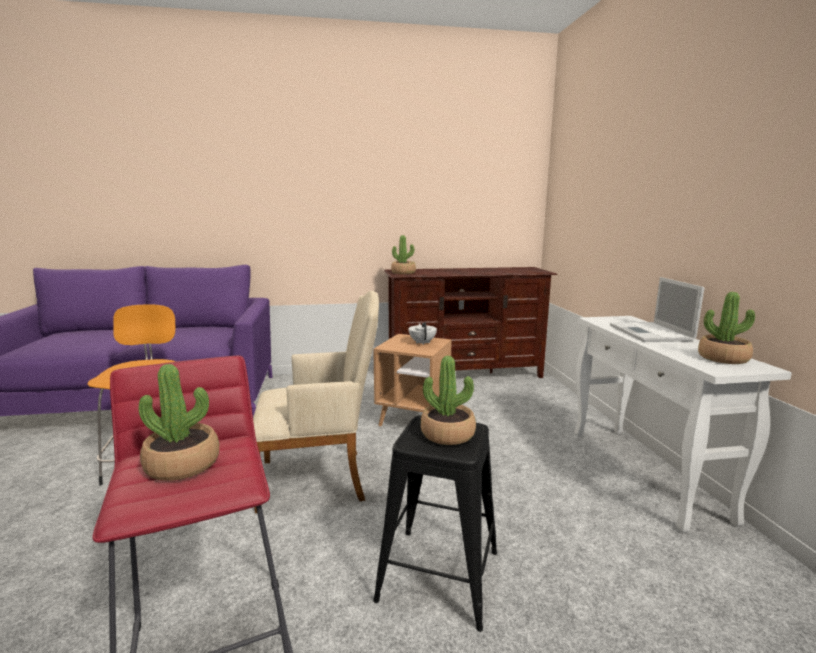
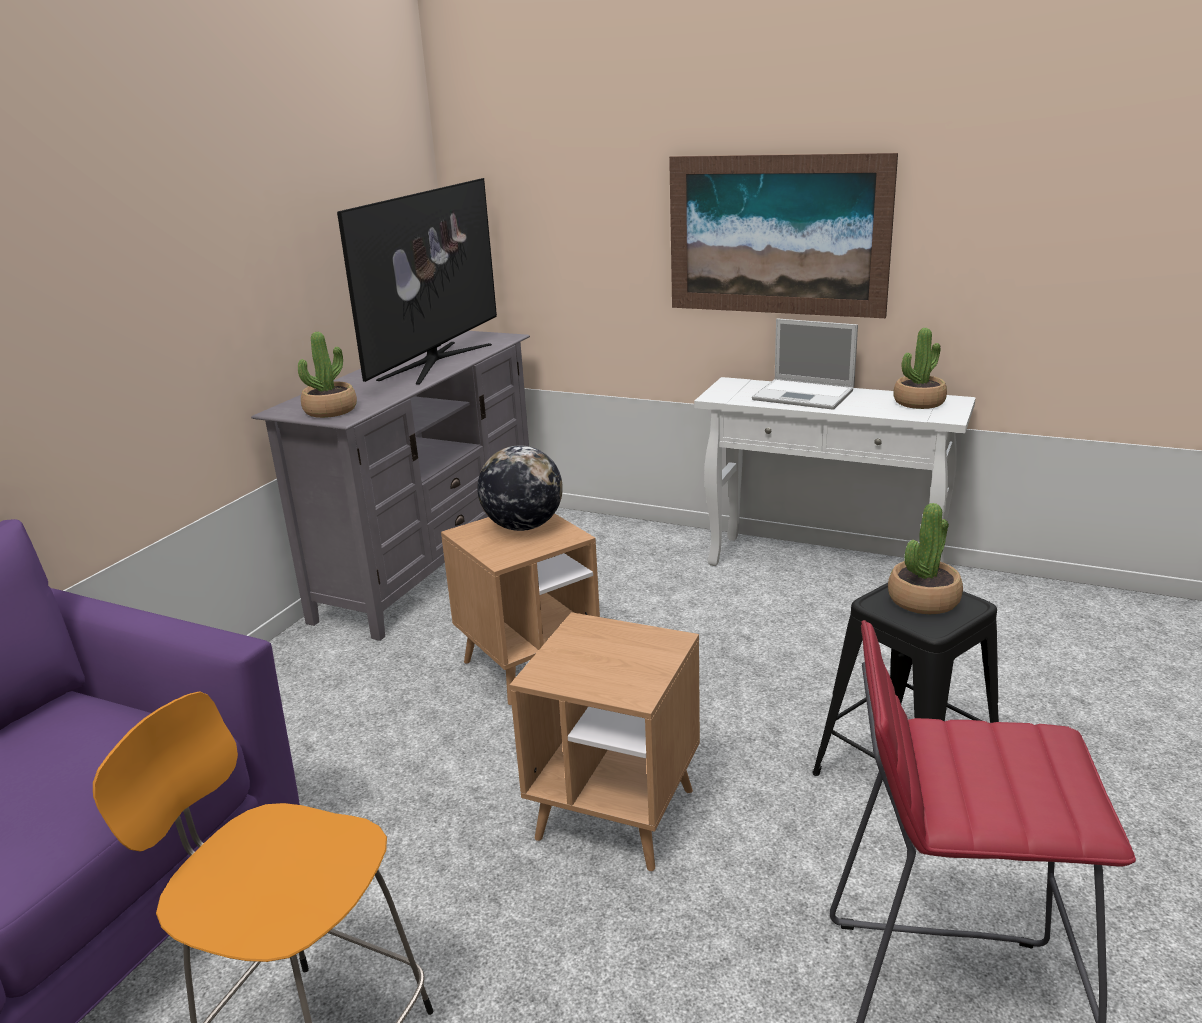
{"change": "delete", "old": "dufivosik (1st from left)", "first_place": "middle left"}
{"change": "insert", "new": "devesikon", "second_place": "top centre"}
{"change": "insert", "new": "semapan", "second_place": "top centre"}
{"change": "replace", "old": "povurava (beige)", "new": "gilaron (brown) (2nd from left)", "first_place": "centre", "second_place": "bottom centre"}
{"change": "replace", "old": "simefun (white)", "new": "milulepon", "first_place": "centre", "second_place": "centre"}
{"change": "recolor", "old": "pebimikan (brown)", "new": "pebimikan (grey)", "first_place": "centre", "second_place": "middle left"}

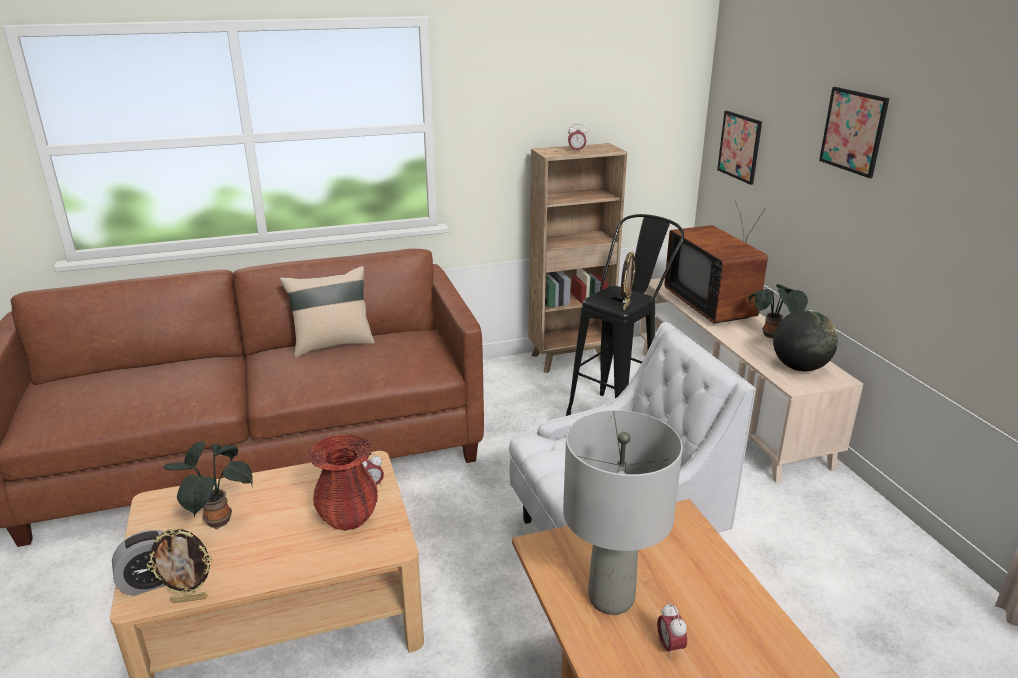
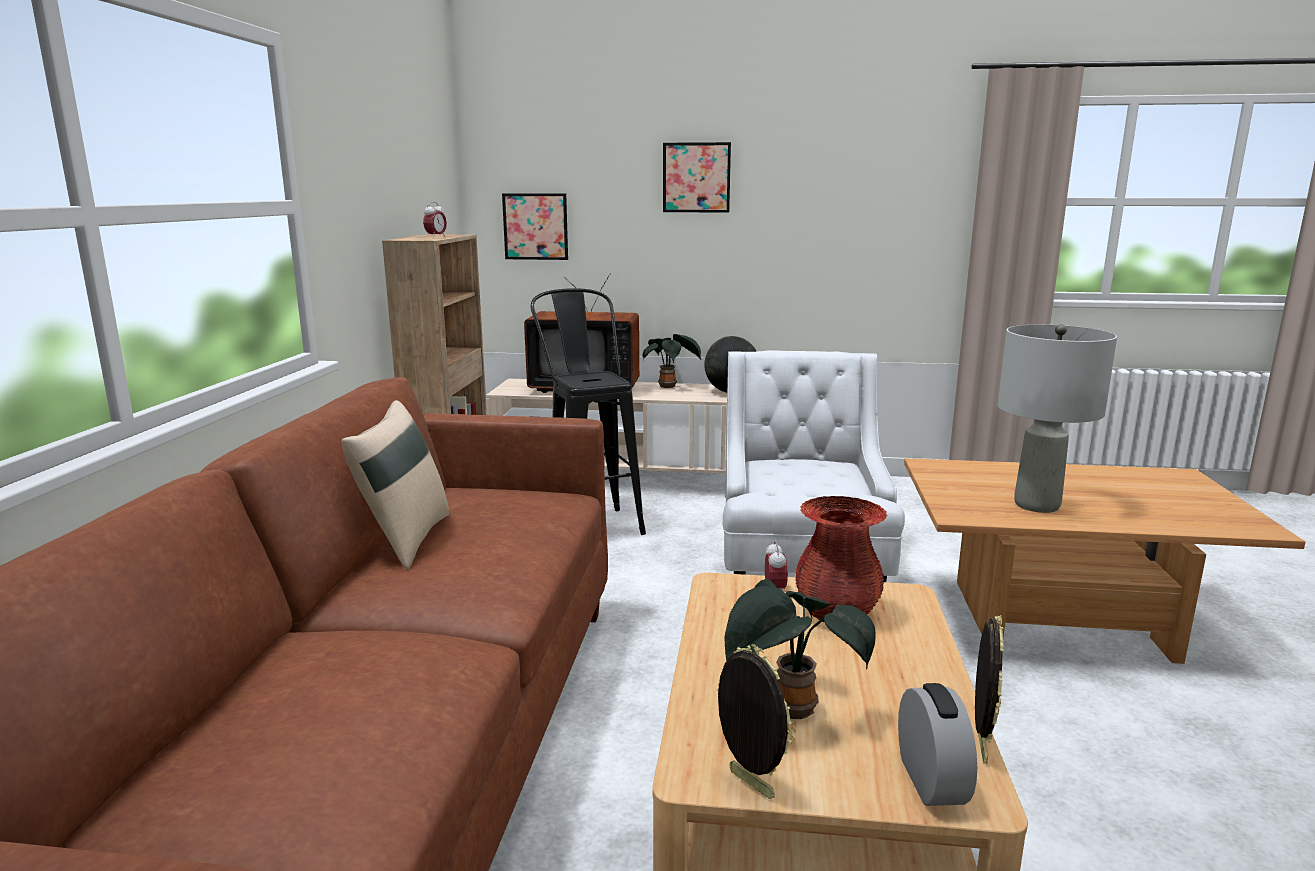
{"change": "delete", "old": "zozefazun (4th from left)", "first_place": "bottom centre"}
{"change": "move", "old": "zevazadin (2nd from left in the first image)", "new": "zevazadin (1st from left)", "first_place": "centre", "second_place": "bottom centre"}

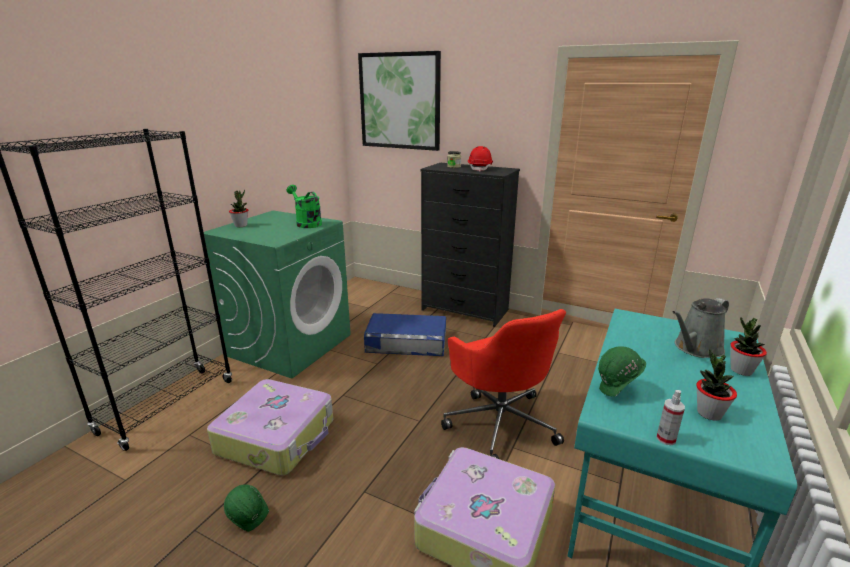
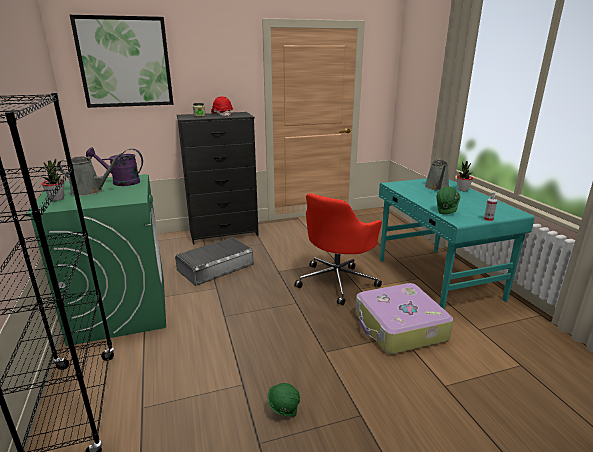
{"change": "delete", "old": "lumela (1st from left)", "first_place": "bottom left"}
{"change": "delete", "old": "dufivosik (2nd from left)", "first_place": "bottom right"}
{"change": "insert", "new": "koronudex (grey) (1st from left)", "second_place": "middle left"}
{"change": "recolor", "old": "koronudex (green)", "new": "koronudex (purple)", "first_place": "centre", "second_place": "middle left"}
{"change": "recolor", "old": "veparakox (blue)", "new": "veparakox (grey)", "first_place": "centre", "second_place": "centre"}
{"change": "rotate", "old": "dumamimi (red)", "first_place": "bottom centre", "second_place": "centre", "degrees": 105}

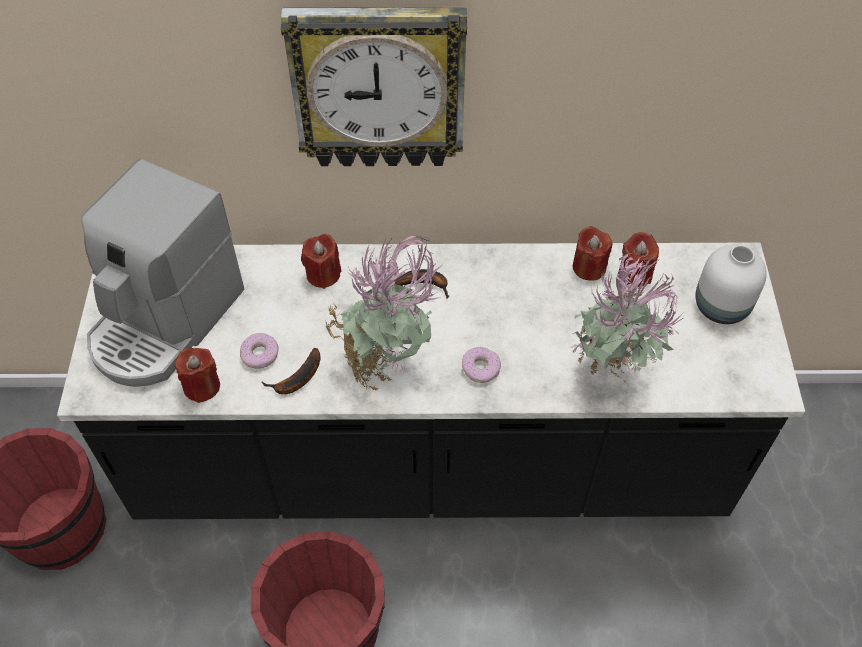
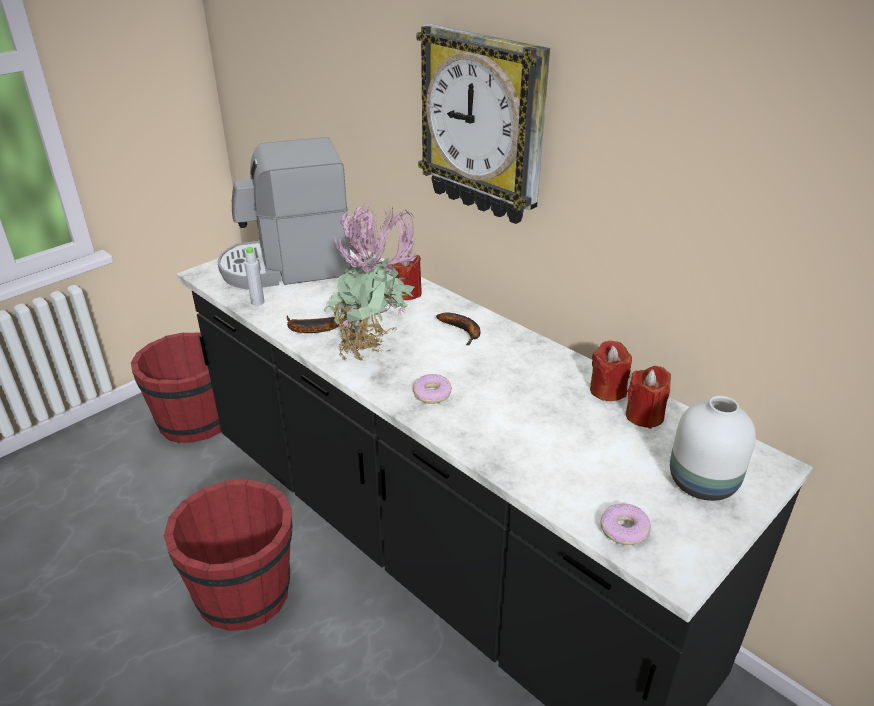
{"change": "delete", "old": "dufivosik (2nd from left)", "first_place": "middle right"}
{"change": "move", "old": "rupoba (1st from left in the first image)", "new": "rupoba (2nd from left)", "first_place": "middle left", "second_place": "bottom right"}
{"change": "replace", "old": "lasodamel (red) (1st from left)", "new": "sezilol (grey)", "first_place": "middle left", "second_place": "middle left"}

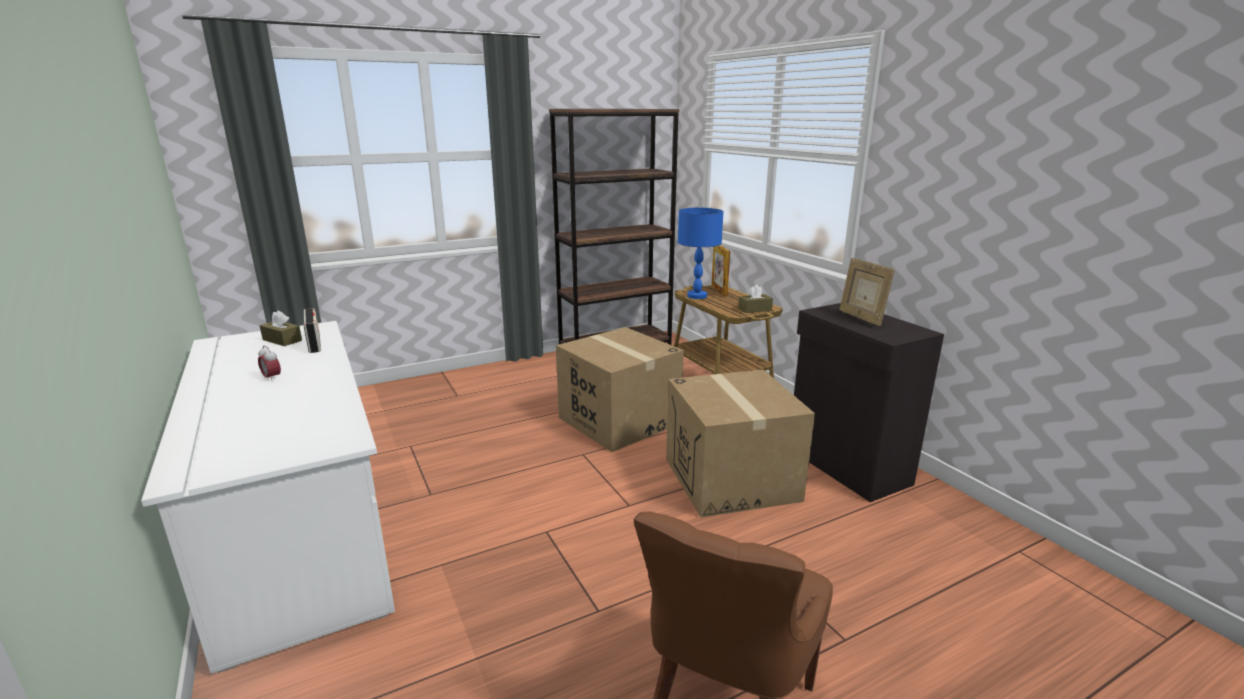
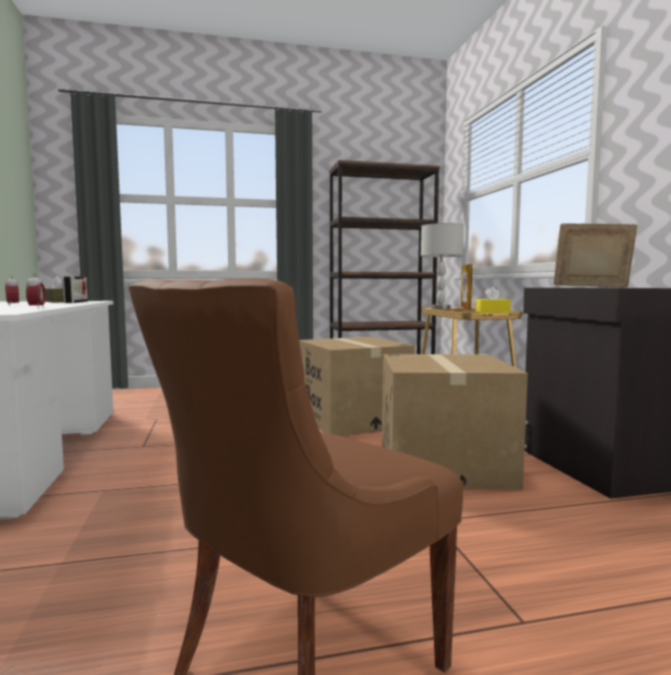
{"change": "insert", "new": "zozefazun (2nd from left)", "second_place": "middle left"}
{"change": "recolor", "old": "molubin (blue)", "new": "molubin (grey)", "first_place": "centre", "second_place": "centre"}
{"change": "recolor", "old": "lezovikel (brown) (2nd from left)", "new": "lezovikel (yellow)", "first_place": "centre", "second_place": "middle right"}
{"change": "rotate", "old": "zevazadin (2nd from left)", "first_place": "middle right", "second_place": "middle right", "degrees": 105}

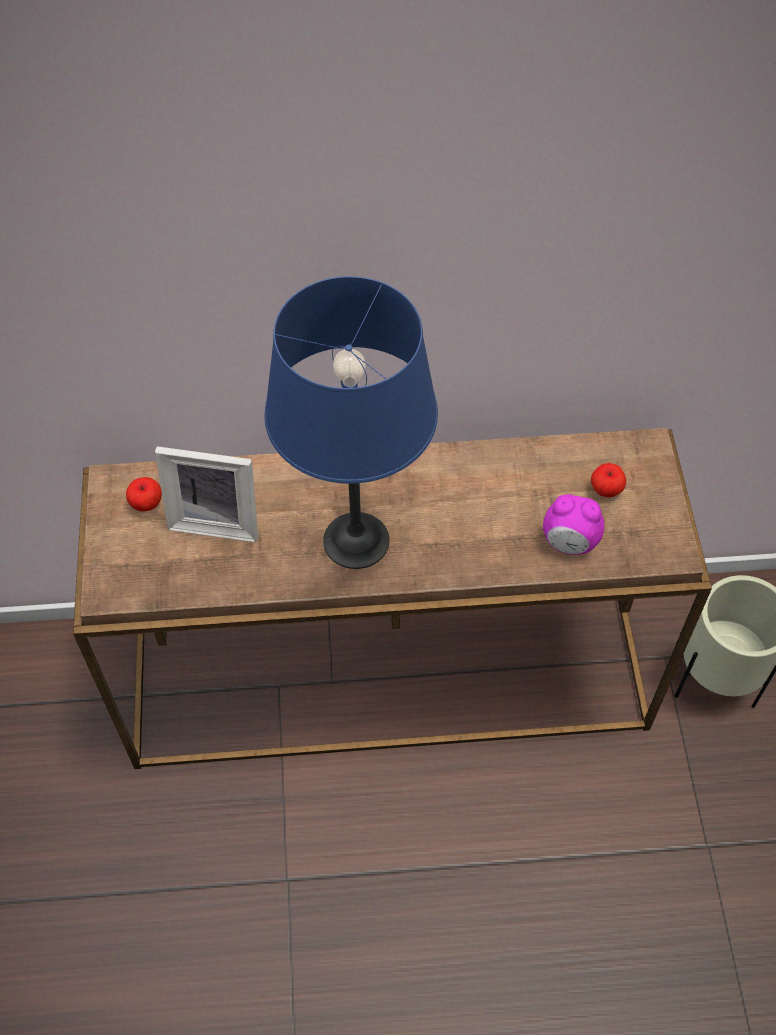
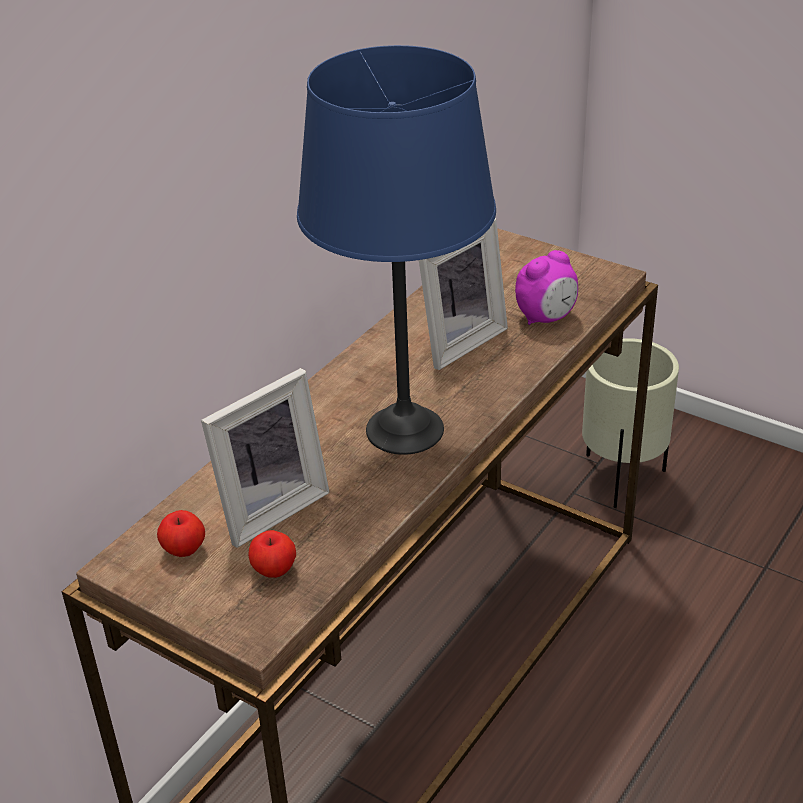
{"change": "insert", "new": "zevazadin (2nd from left)", "second_place": "centre"}
{"change": "move", "old": "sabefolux (2nd from left)", "first_place": "middle right", "second_place": "bottom centre"}

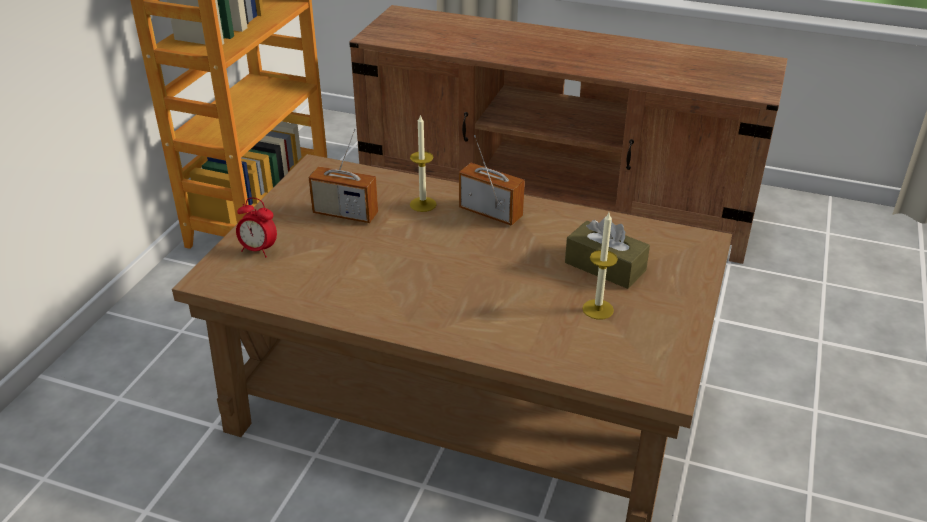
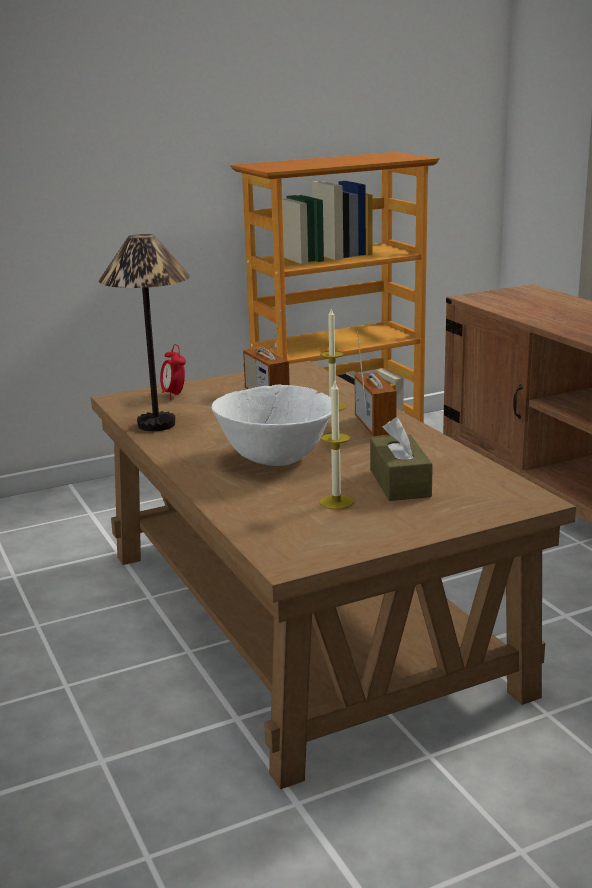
{"change": "insert", "new": "molubin", "second_place": "middle left"}
{"change": "insert", "new": "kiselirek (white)", "second_place": "centre"}

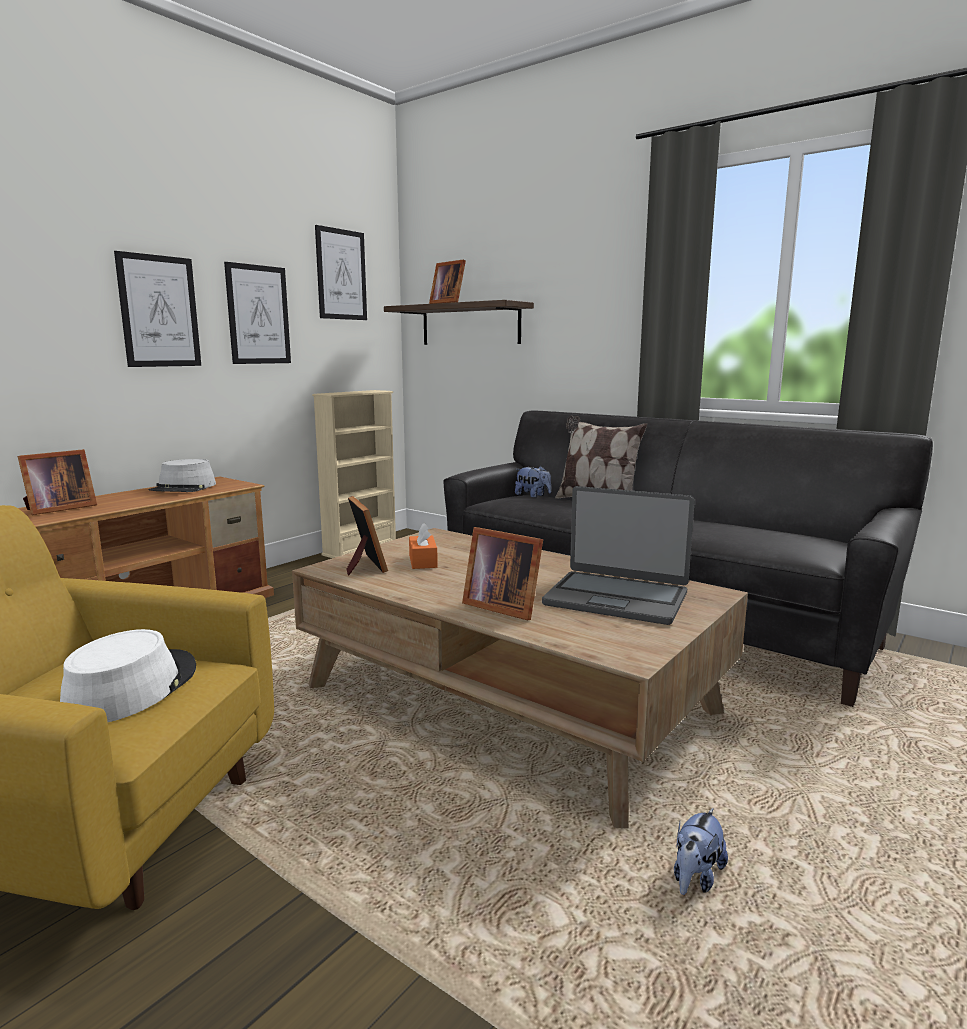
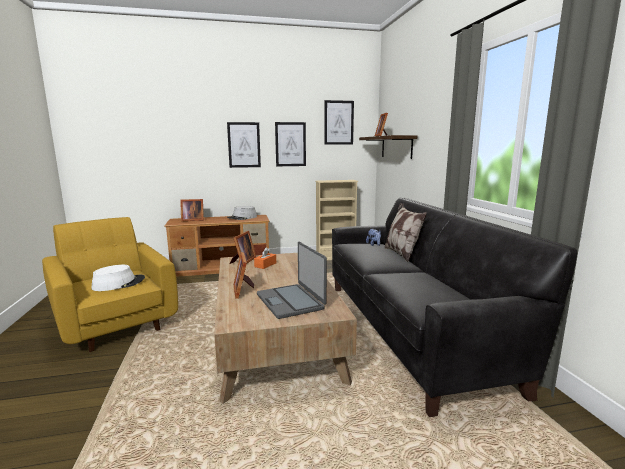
{"change": "delete", "old": "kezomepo (2nd from left)", "first_place": "bottom right"}

